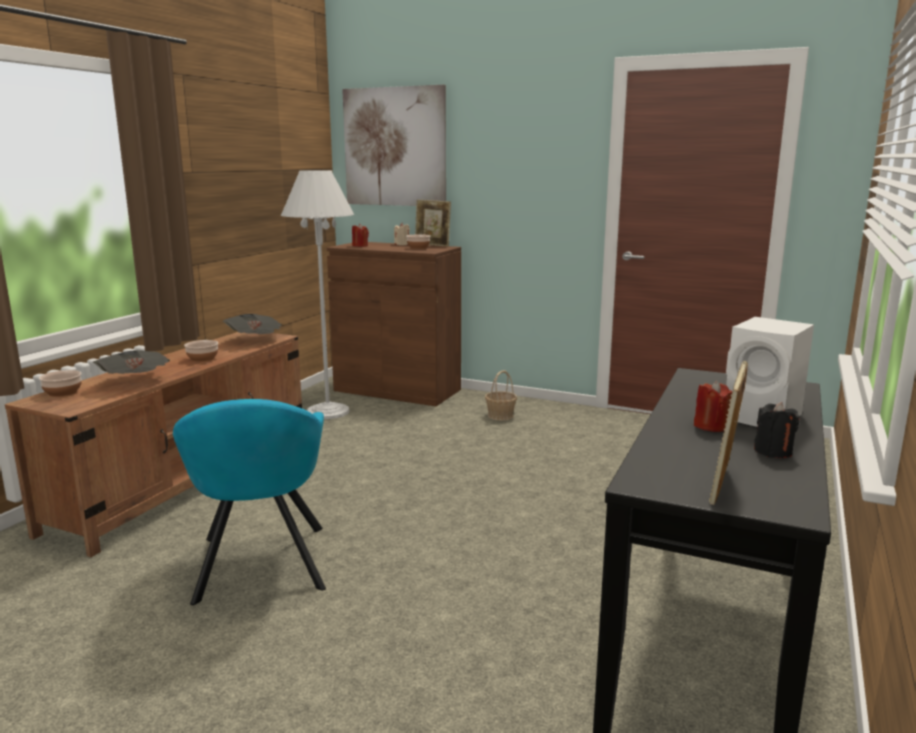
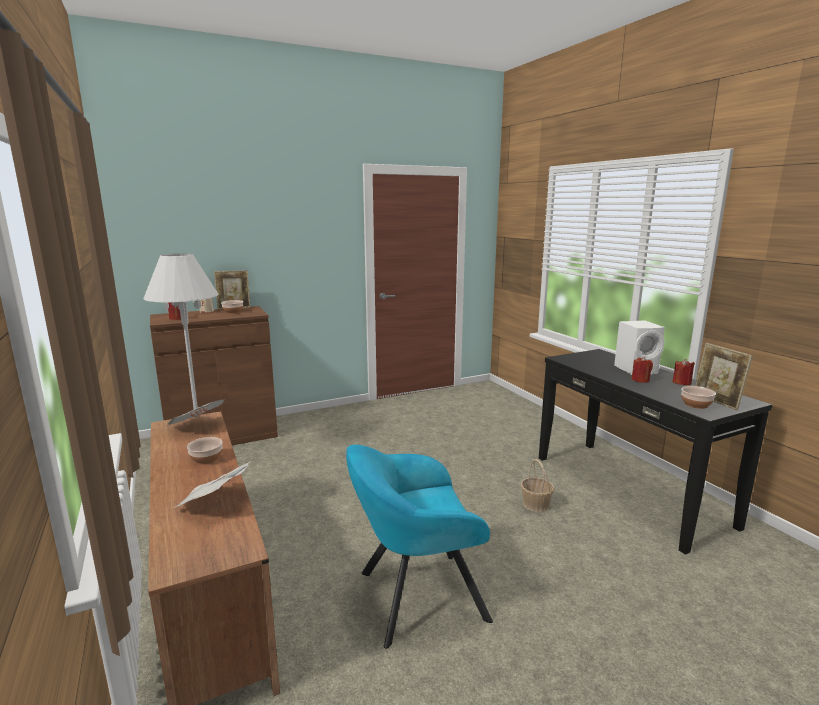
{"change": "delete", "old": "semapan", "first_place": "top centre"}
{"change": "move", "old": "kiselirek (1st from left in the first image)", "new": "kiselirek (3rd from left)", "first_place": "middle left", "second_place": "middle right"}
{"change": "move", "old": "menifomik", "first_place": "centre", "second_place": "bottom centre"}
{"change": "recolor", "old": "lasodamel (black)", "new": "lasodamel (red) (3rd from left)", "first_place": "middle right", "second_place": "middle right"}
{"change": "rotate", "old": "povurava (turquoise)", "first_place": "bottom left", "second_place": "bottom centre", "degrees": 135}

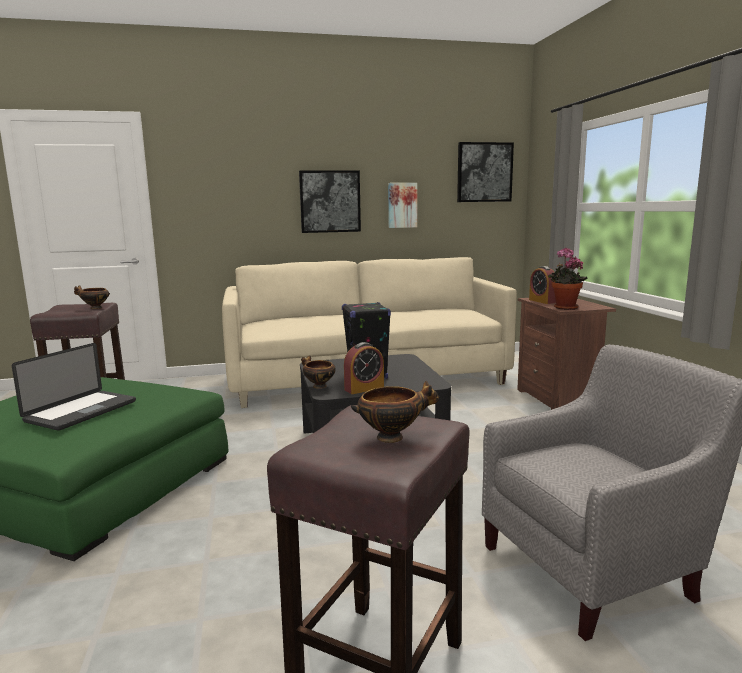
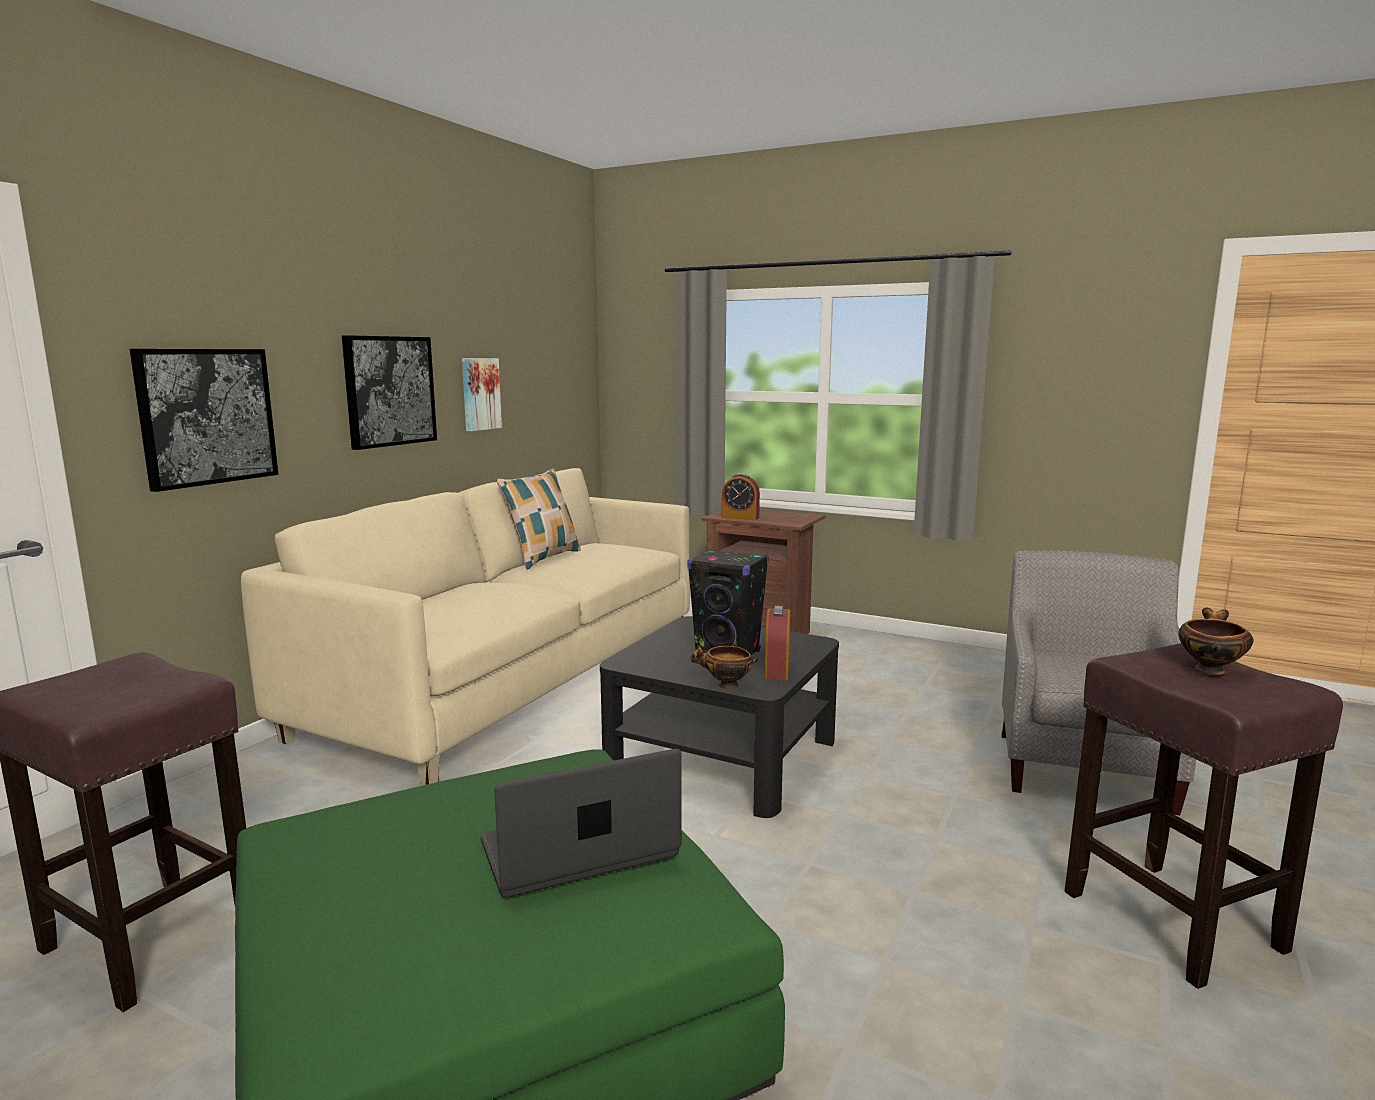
{"change": "delete", "old": "kiselirek (1st from left)", "first_place": "middle left"}
{"change": "delete", "old": "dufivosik", "first_place": "middle right"}
{"change": "insert", "new": "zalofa", "second_place": "centre"}
{"change": "move", "old": "semapan (3rd from left in the first image)", "new": "semapan (1st from left)", "first_place": "top centre", "second_place": "middle left"}
{"change": "rotate", "old": "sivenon", "first_place": "middle left", "second_place": "bottom centre", "degrees": -90}

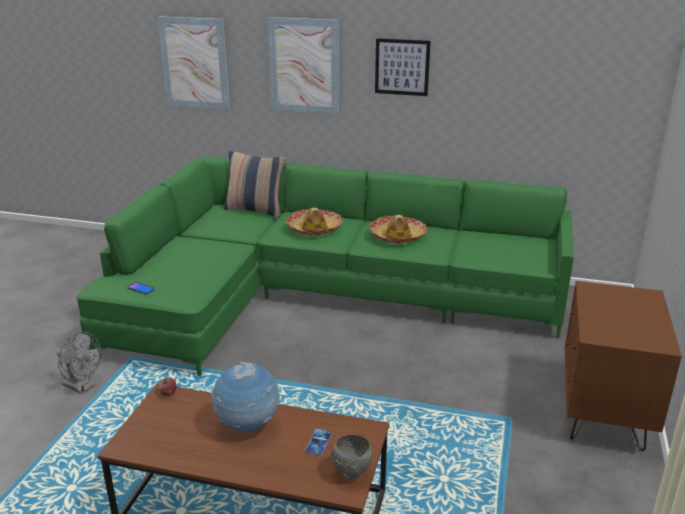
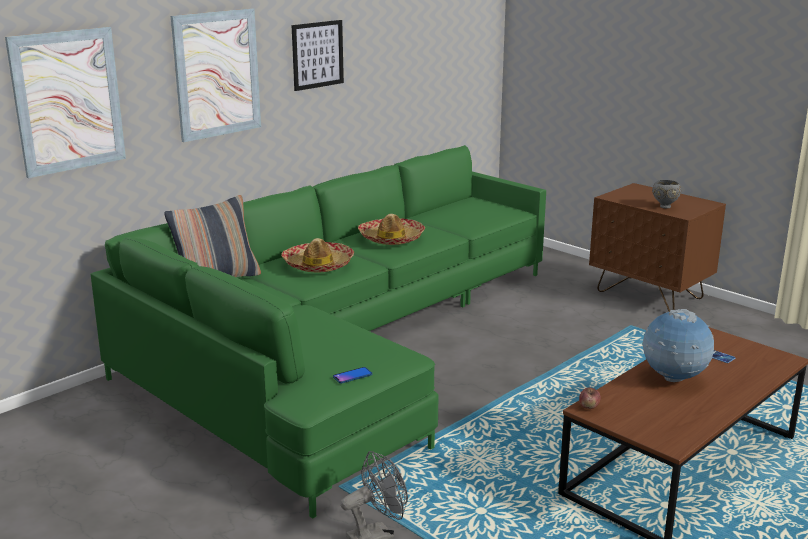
{"change": "move", "old": "kiselirek (grey)", "first_place": "bottom centre", "second_place": "middle right"}

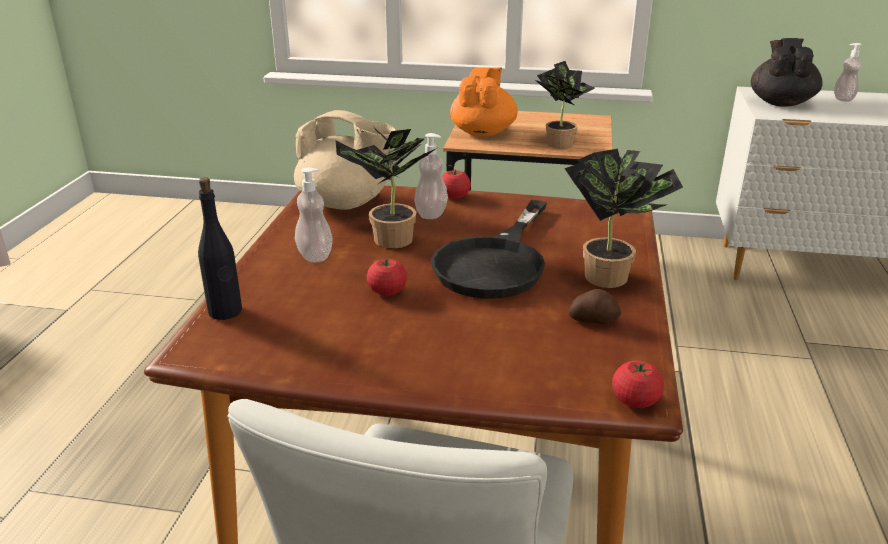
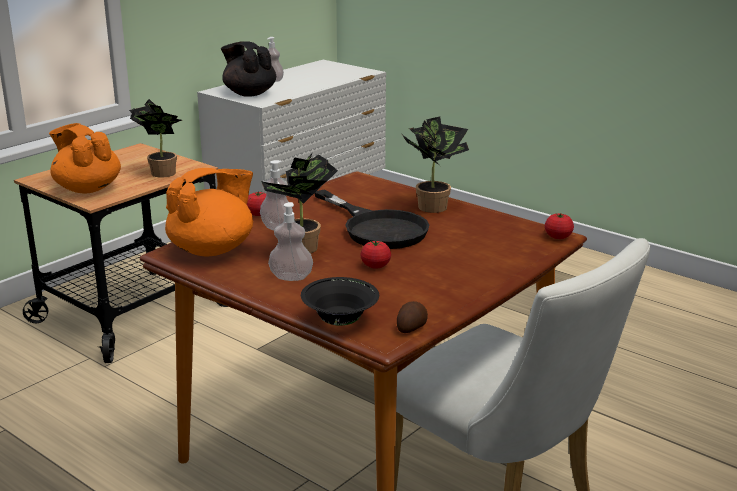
{"change": "move", "old": "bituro", "first_place": "middle right", "second_place": "centre"}
{"change": "replace", "old": "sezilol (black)", "new": "kiselirek (black)", "first_place": "middle left", "second_place": "centre"}
{"change": "recolor", "old": "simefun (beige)", "new": "simefun (orange) (2nd from left)", "first_place": "top centre", "second_place": "middle left"}

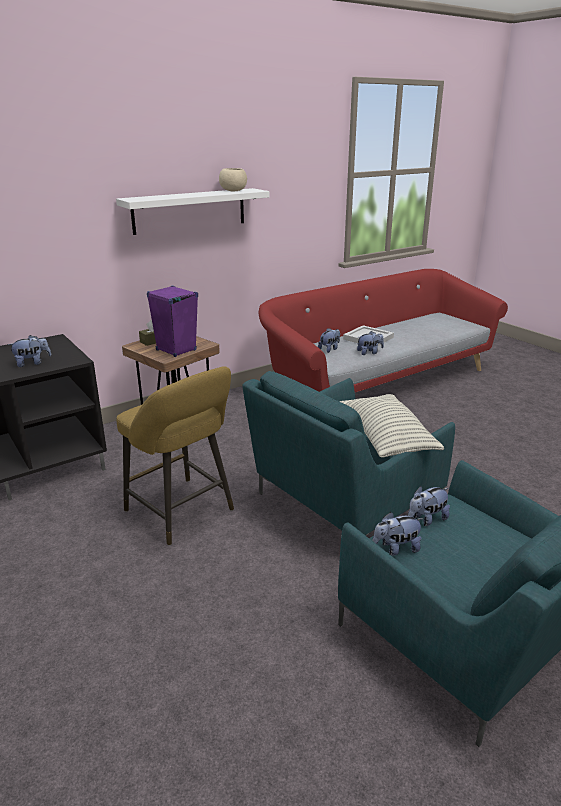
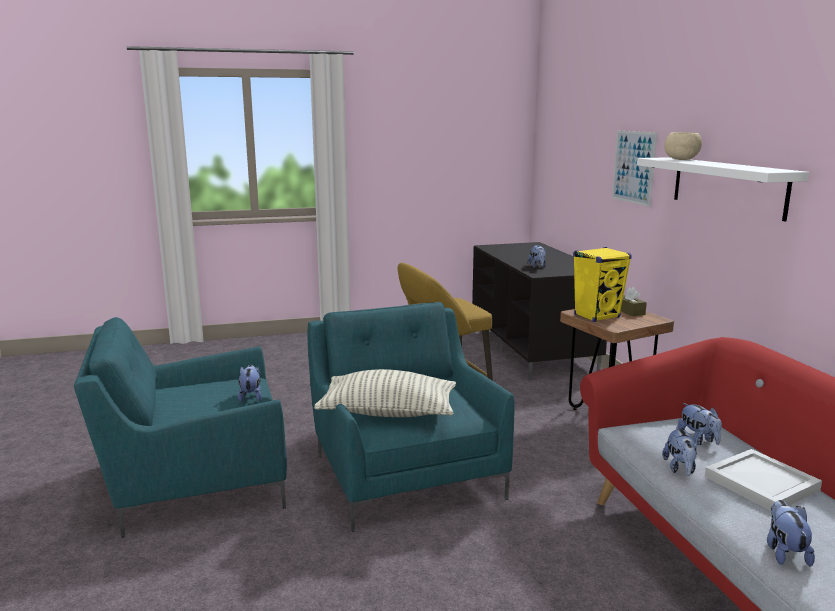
{"change": "insert", "new": "semapan", "second_place": "top right"}
{"change": "move", "old": "kiselirek (beige)", "first_place": "top centre", "second_place": "top right"}
{"change": "move", "old": "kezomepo (4th from left in the first image)", "new": "kezomepo (5th from left)", "first_place": "middle right", "second_place": "bottom right"}
{"change": "recolor", "old": "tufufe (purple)", "new": "tufufe (yellow)", "first_place": "middle left", "second_place": "middle right"}

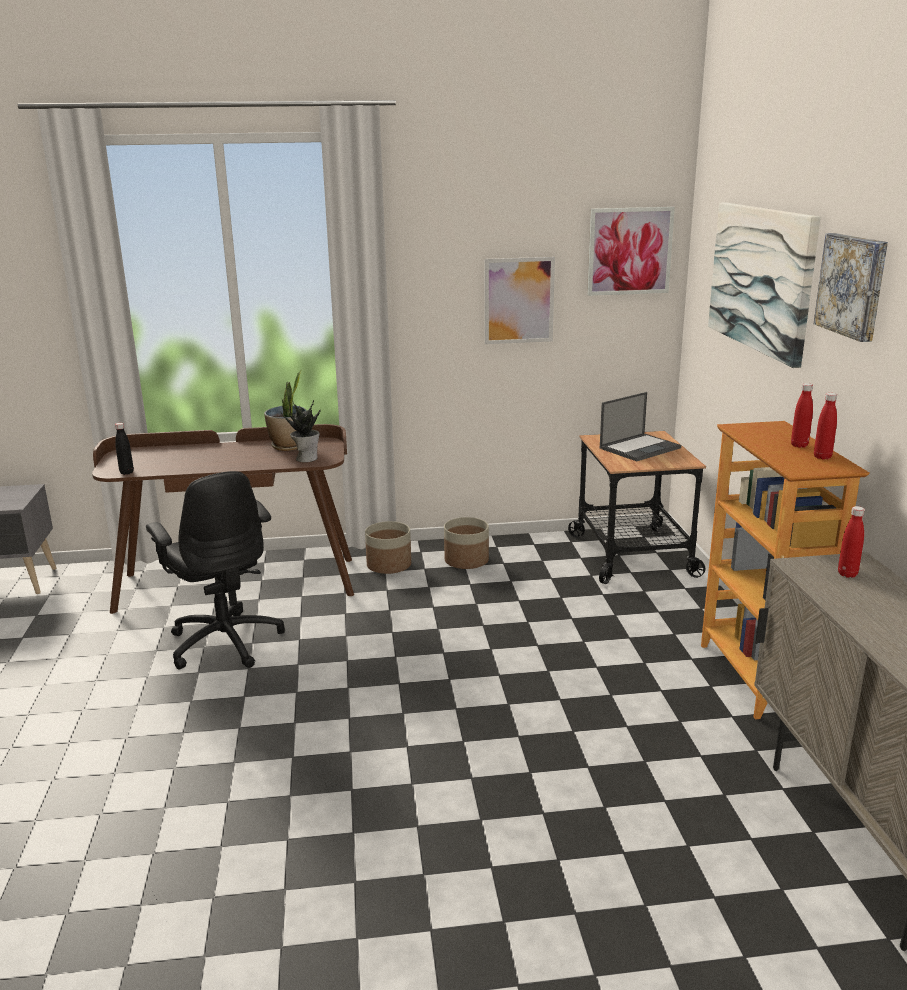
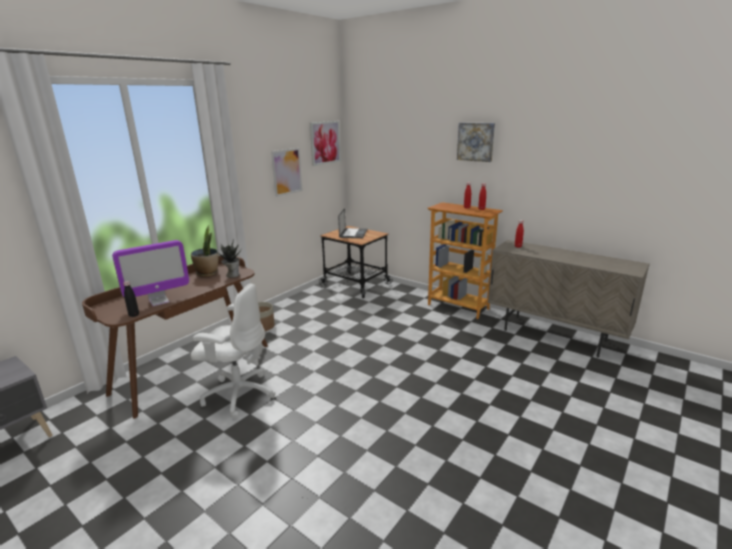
{"change": "delete", "old": "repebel (2nd from left)", "first_place": "centre"}
{"change": "delete", "old": "semapan (3rd from left)", "first_place": "top right"}
{"change": "insert", "new": "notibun", "second_place": "middle left"}
{"change": "recolor", "old": "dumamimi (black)", "new": "dumamimi (white)", "first_place": "middle left", "second_place": "middle left"}

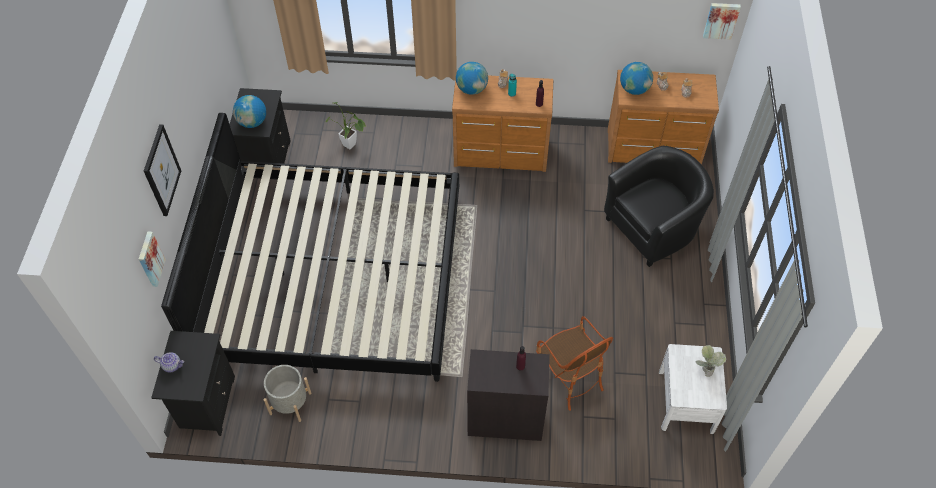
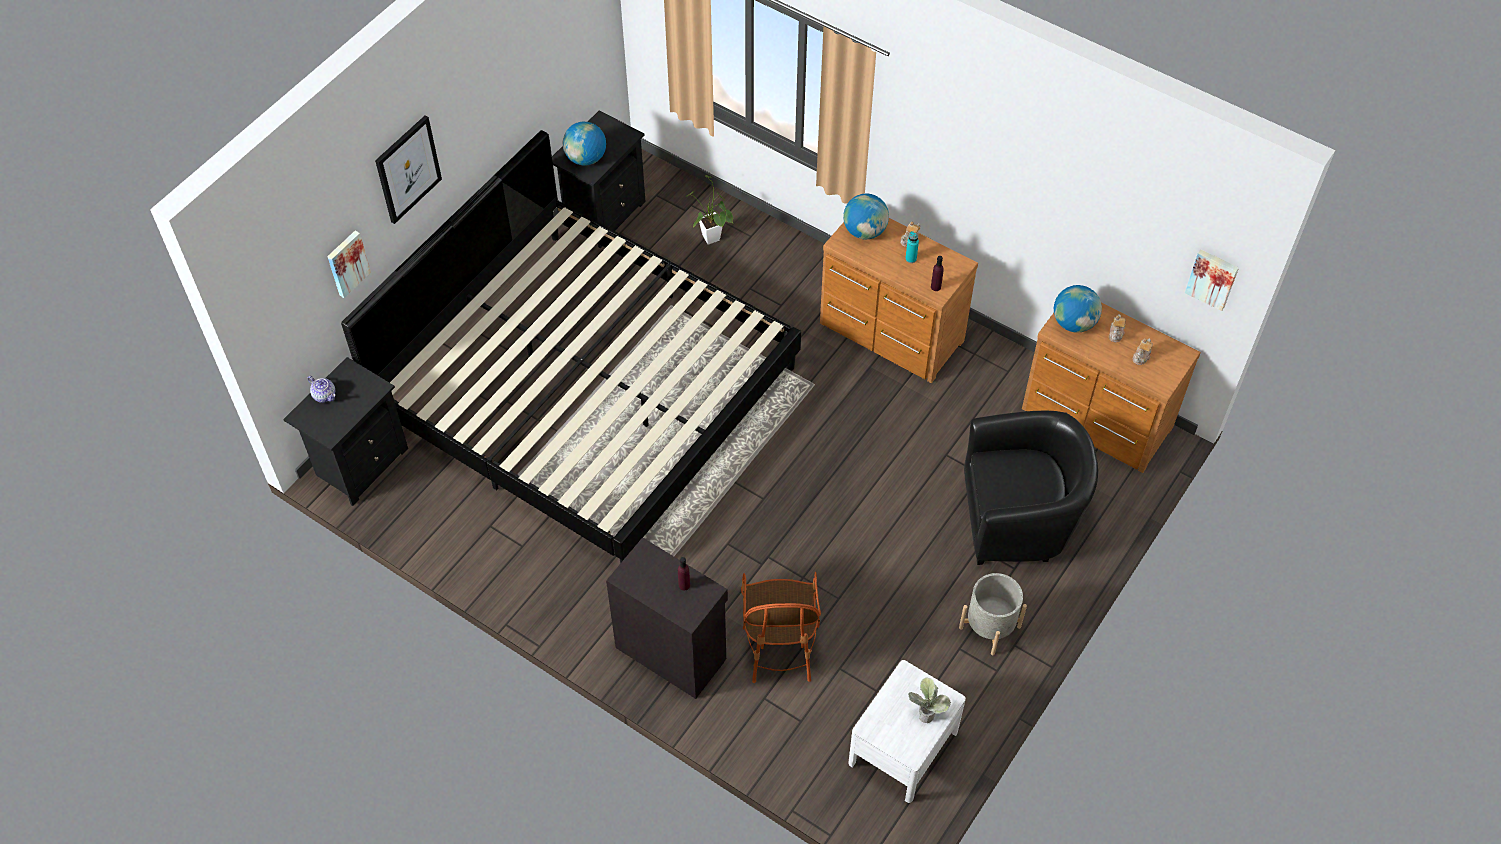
{"change": "move", "old": "repebel (grey)", "first_place": "bottom left", "second_place": "bottom centre"}

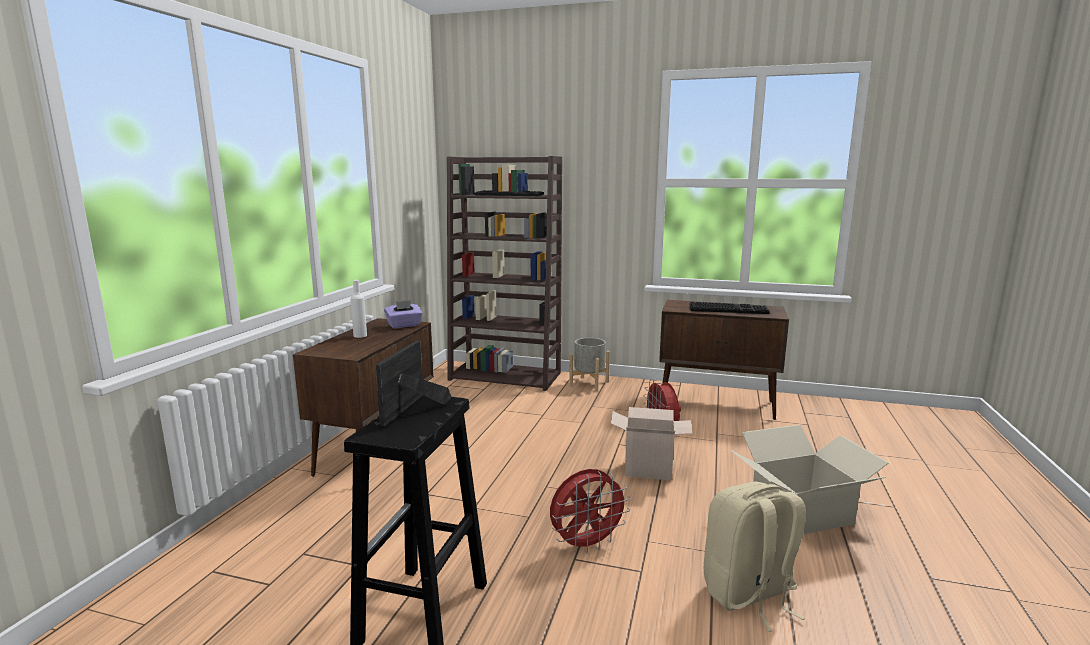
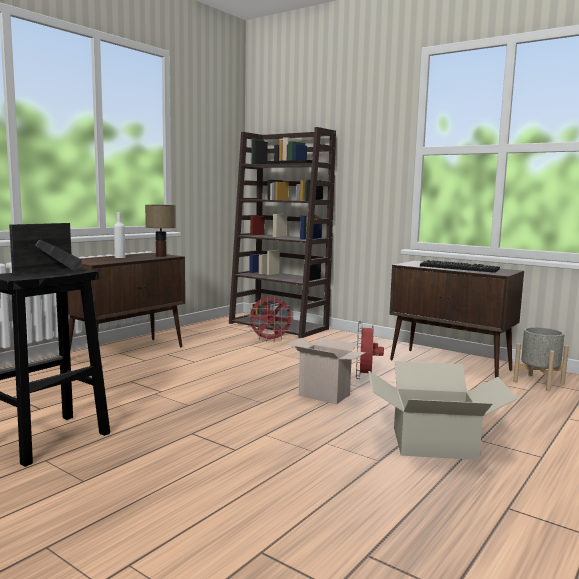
{"change": "delete", "old": "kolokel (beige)", "first_place": "bottom right"}
{"change": "move", "old": "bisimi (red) (1st from left)", "first_place": "bottom centre", "second_place": "centre"}
{"change": "move", "old": "repebel (grey)", "first_place": "centre", "second_place": "middle right"}
{"change": "replace", "old": "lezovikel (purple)", "new": "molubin", "first_place": "centre", "second_place": "middle left"}

